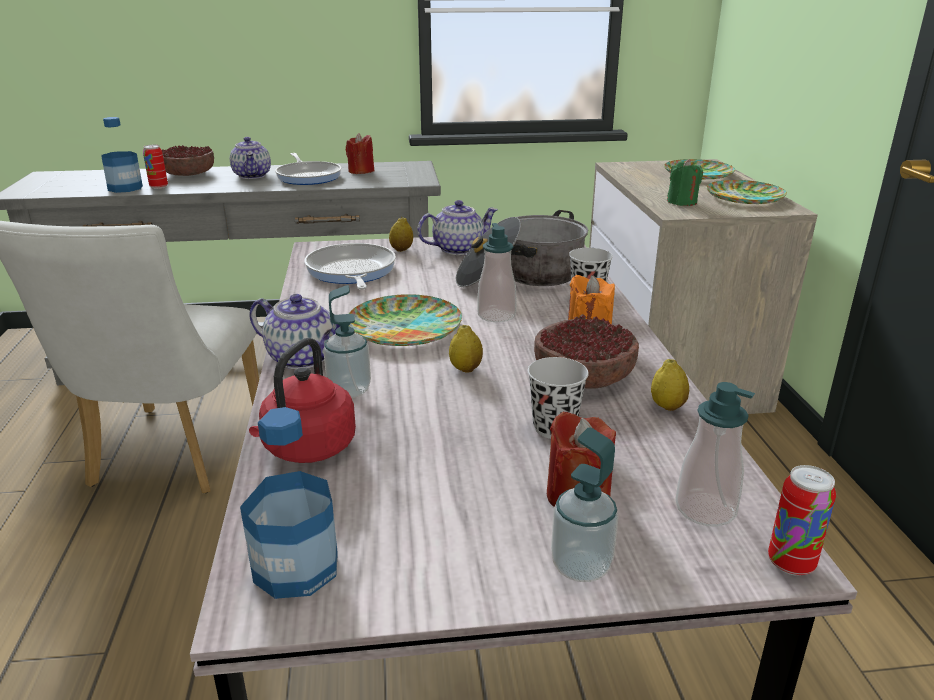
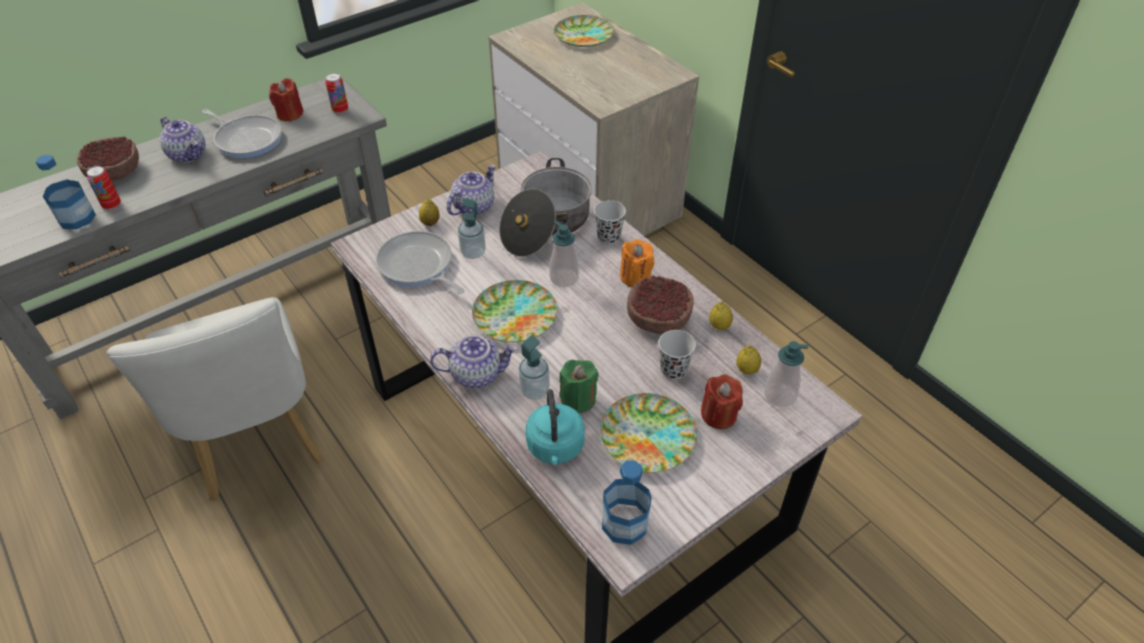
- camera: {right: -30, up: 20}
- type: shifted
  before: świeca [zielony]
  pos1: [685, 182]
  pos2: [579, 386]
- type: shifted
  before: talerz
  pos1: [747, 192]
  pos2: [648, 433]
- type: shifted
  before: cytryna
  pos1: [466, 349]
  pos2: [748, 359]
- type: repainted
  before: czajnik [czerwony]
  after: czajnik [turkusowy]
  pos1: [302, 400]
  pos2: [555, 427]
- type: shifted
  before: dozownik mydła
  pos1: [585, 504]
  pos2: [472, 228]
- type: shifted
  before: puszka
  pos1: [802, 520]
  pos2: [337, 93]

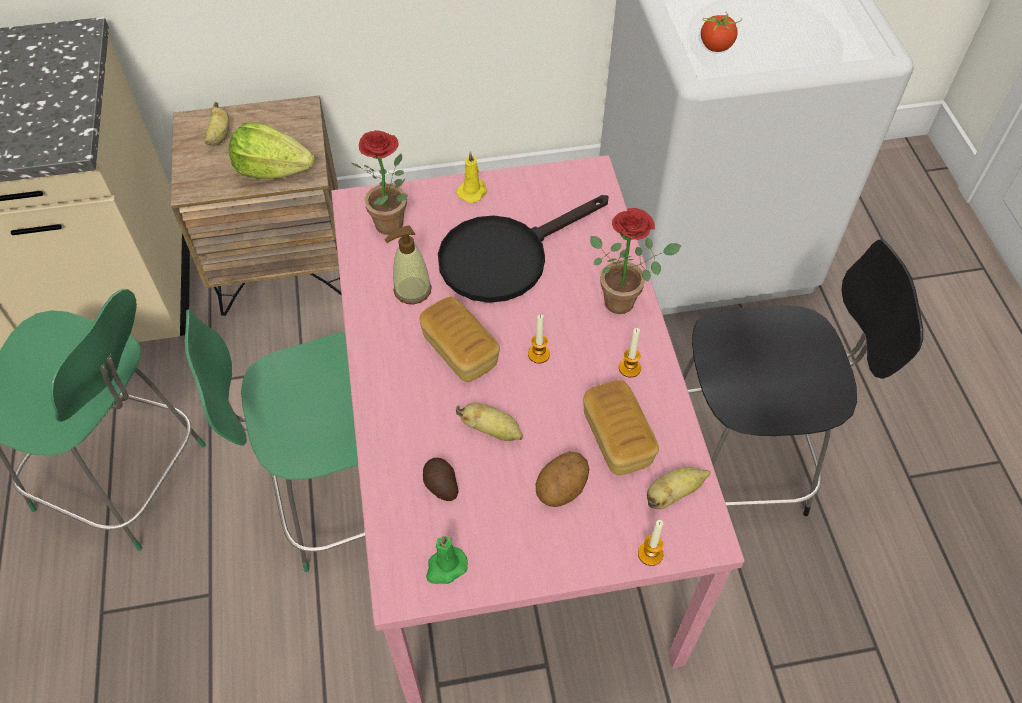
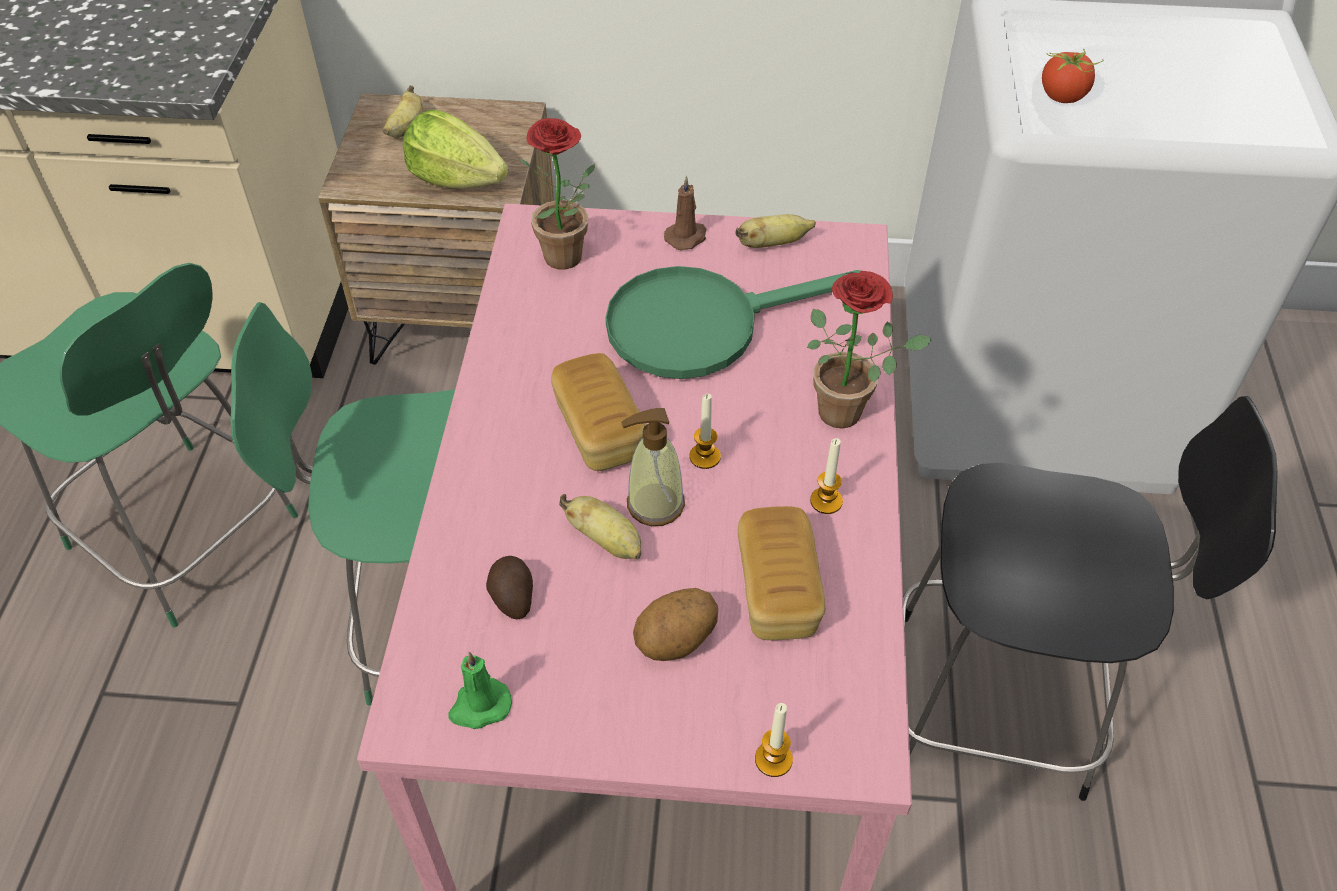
- camera: {right: 15, up: -5}
- type: repainted
  before: świeca [żółty]
  after: świeca [brązowy]
  pos1: [471, 177]
  pos2: [685, 213]
- type: repainted
  before: patelnia [czarny]
  after: patelnia [zielony]
  pos1: [523, 249]
  pos2: [733, 322]
- type: shifted
  before: dozownik mydła
  pos1: [408, 264]
  pos2: [653, 467]
- type: shifted
  before: banan
  pos1: [679, 488]
  pos2: [775, 231]

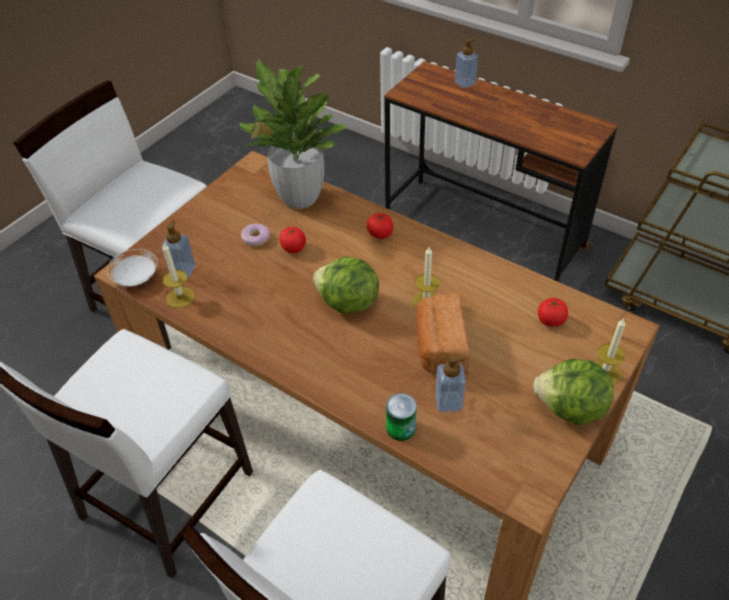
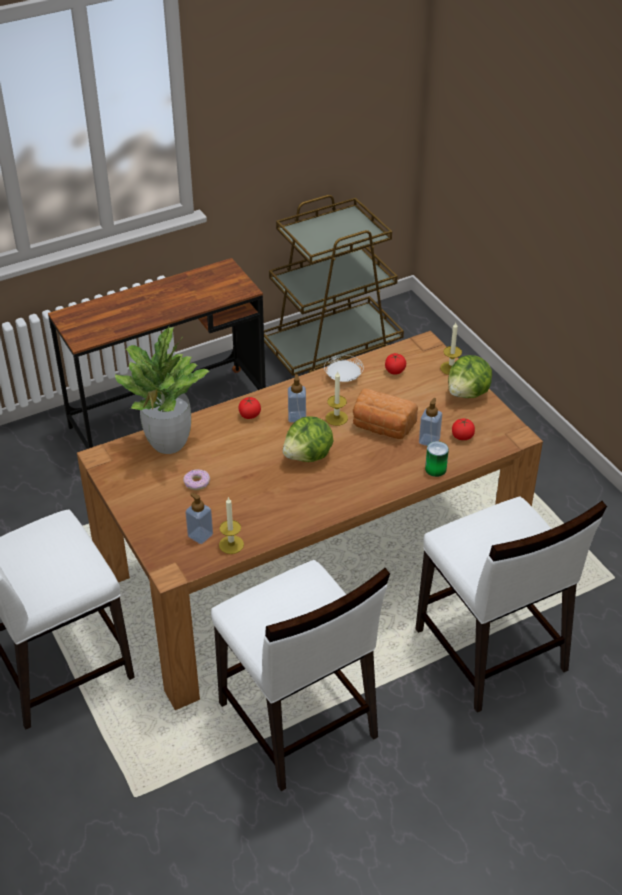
- camera: {right: -65, up: -5}
- type: shifted
  before: dozownik mydła
  pos1: [466, 63]
  pos2: [297, 398]
- type: shifted
  before: pomidor
  pos1: [292, 240]
  pos2: [463, 429]
- type: shifted
  before: talerz [biały]
  pos1: [132, 267]
  pos2: [344, 368]

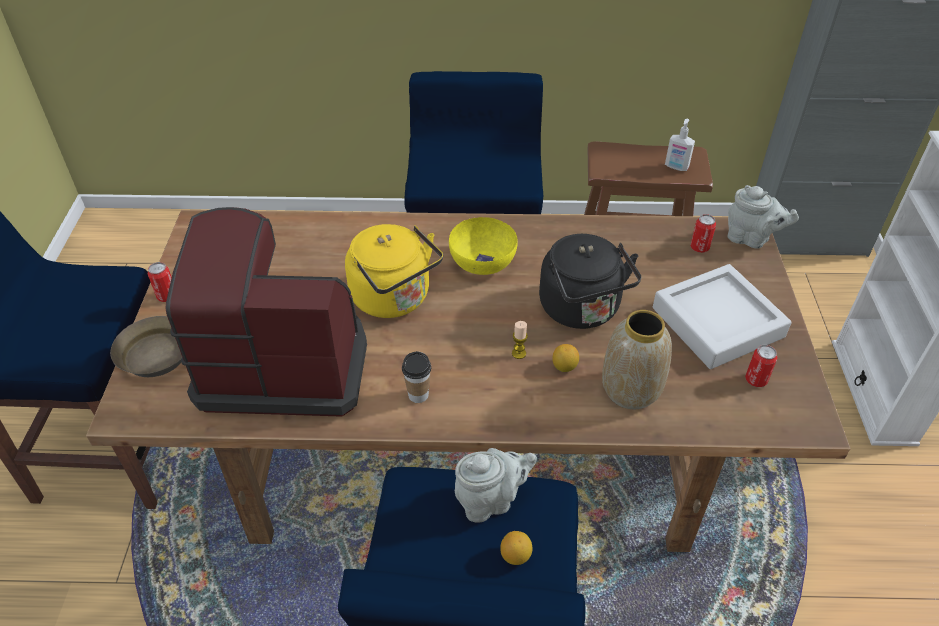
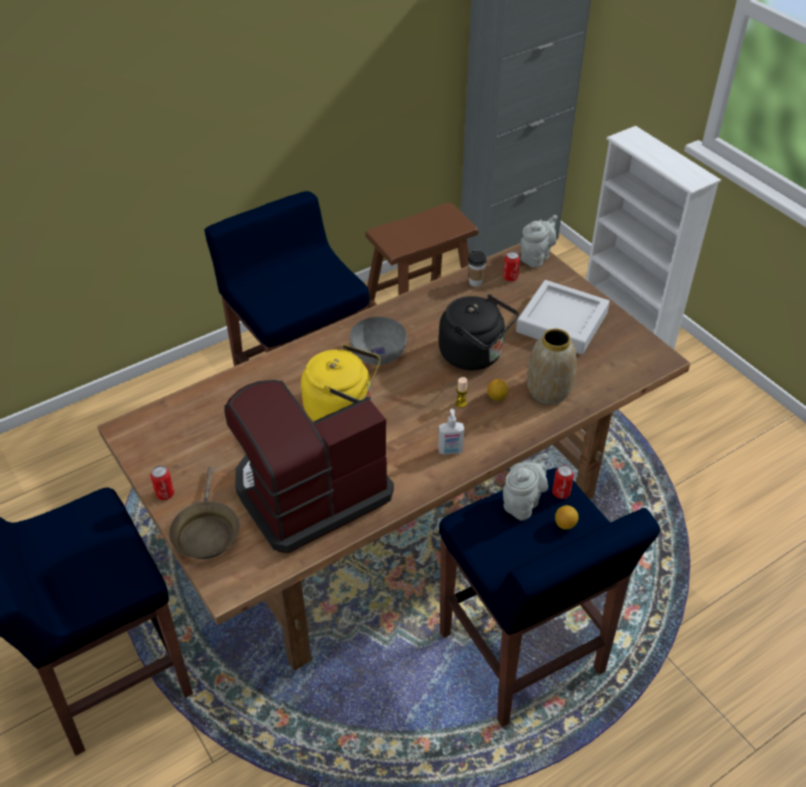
- camera: {right: -35, up: 0}
- type: shifted
  before: dozownik mydła
  pos1: [680, 145]
  pos2: [451, 432]
- type: rotated
  before: imbryk [szary]
  pos1: [763, 217]
  pos2: [538, 241]
  turn: -45
- type: repainted
  before: miska [żółty]
  after: miska [szary]
  pos1: [483, 246]
  pos2: [378, 341]
- type: shifted
  before: puszka
  pos1: [761, 366]
  pos2: [563, 481]
- type: shifted
  before: filiżanka
  pos1: [416, 377]
  pos2: [477, 268]

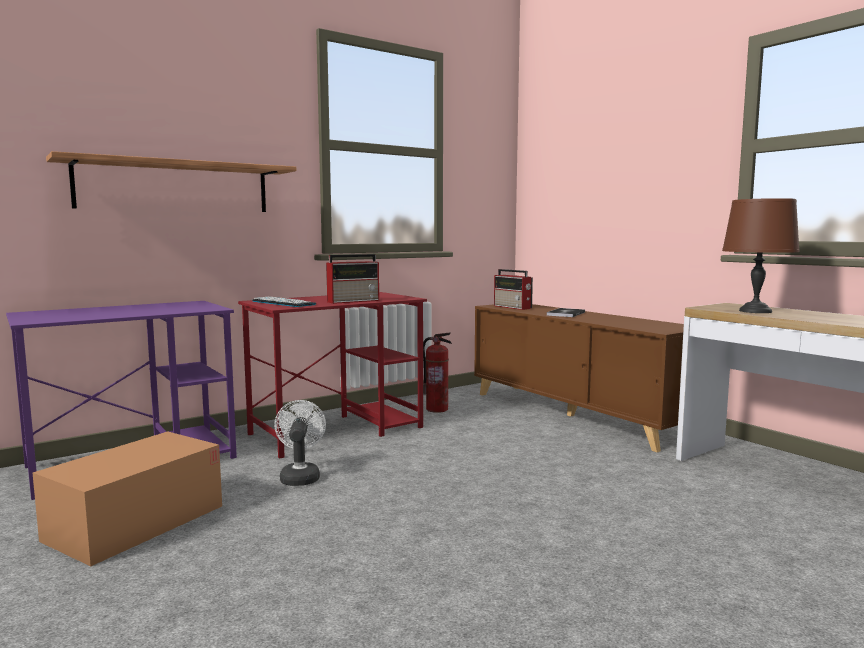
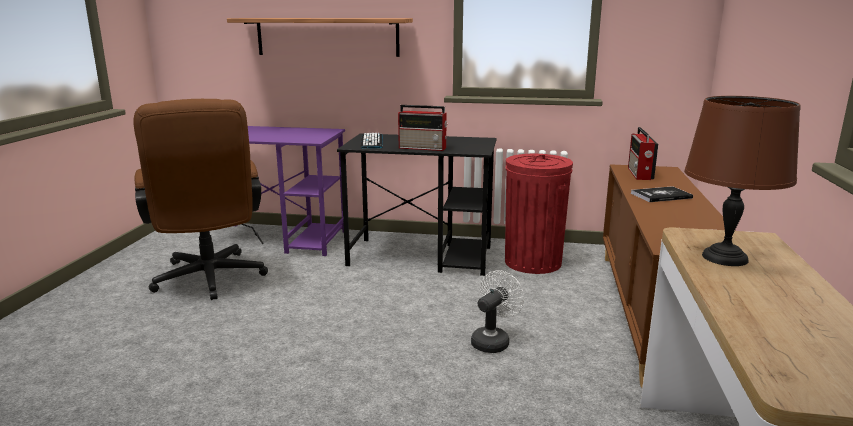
- camera: {right: 45, up: 10}
- type: repainted
  before: biurko [czerwony]
  after: biurko [czarny]
  pos1: [332, 375]
  pos2: [417, 204]
- type: swapped
  before: gaśnica
  after: kosz na śmieci [czerwony]
  pos1: [437, 372]
  pos2: [539, 214]
- type: shifted
  before: wentylator [biały]
  pos1: [300, 443]
  pos2: [497, 311]
- type: swapped
  before: karton
  after: krzesło biurowe [brązowy]
  pos1: [127, 498]
  pos2: [200, 199]

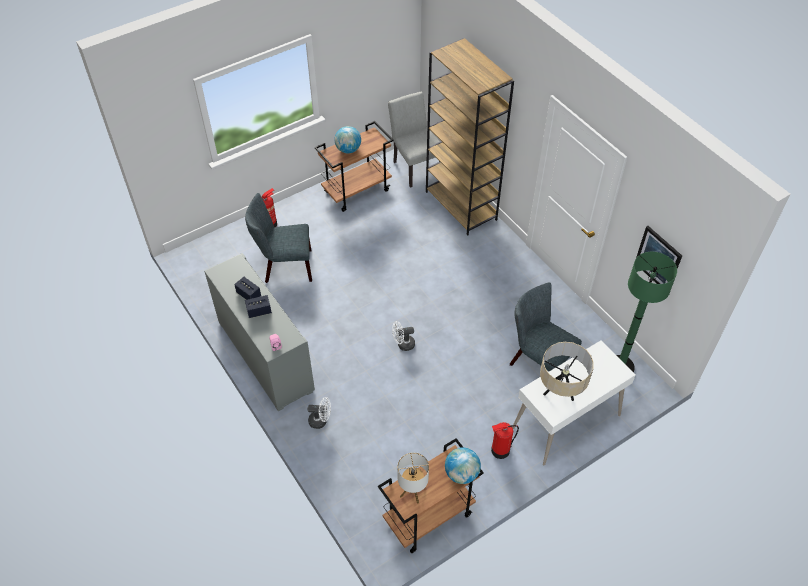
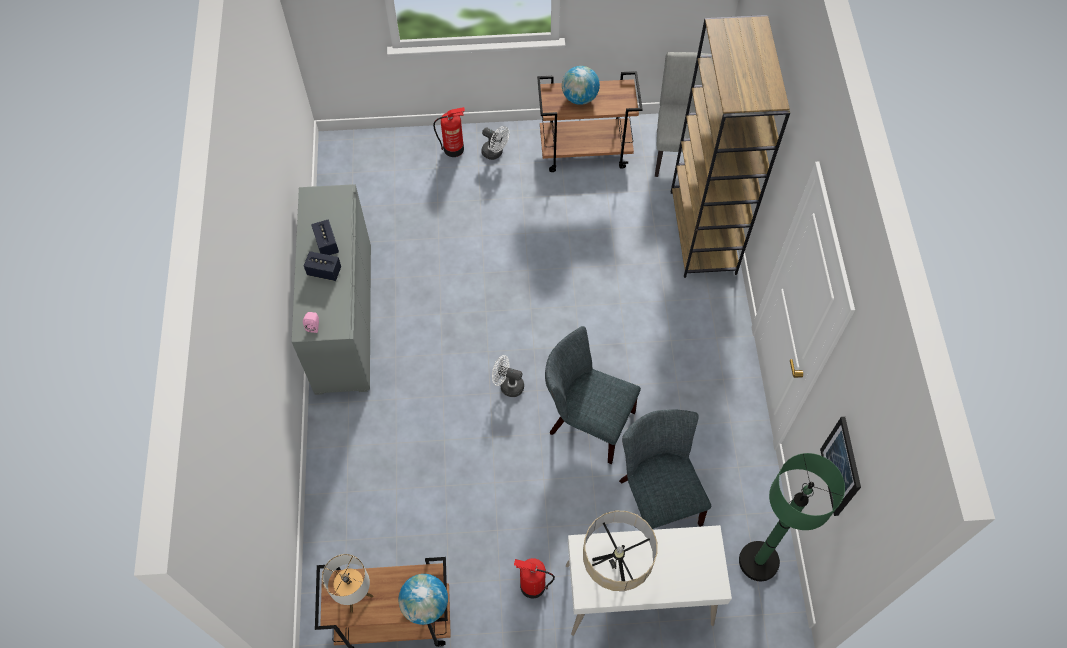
- camera: {right: 30, up: 10}
- type: shifted
  before: krzesło [szary]
  pos1: [278, 238]
  pos2: [593, 395]
- type: shifted
  before: wentylator [biały]
  pos1: [319, 413]
  pos2: [495, 143]

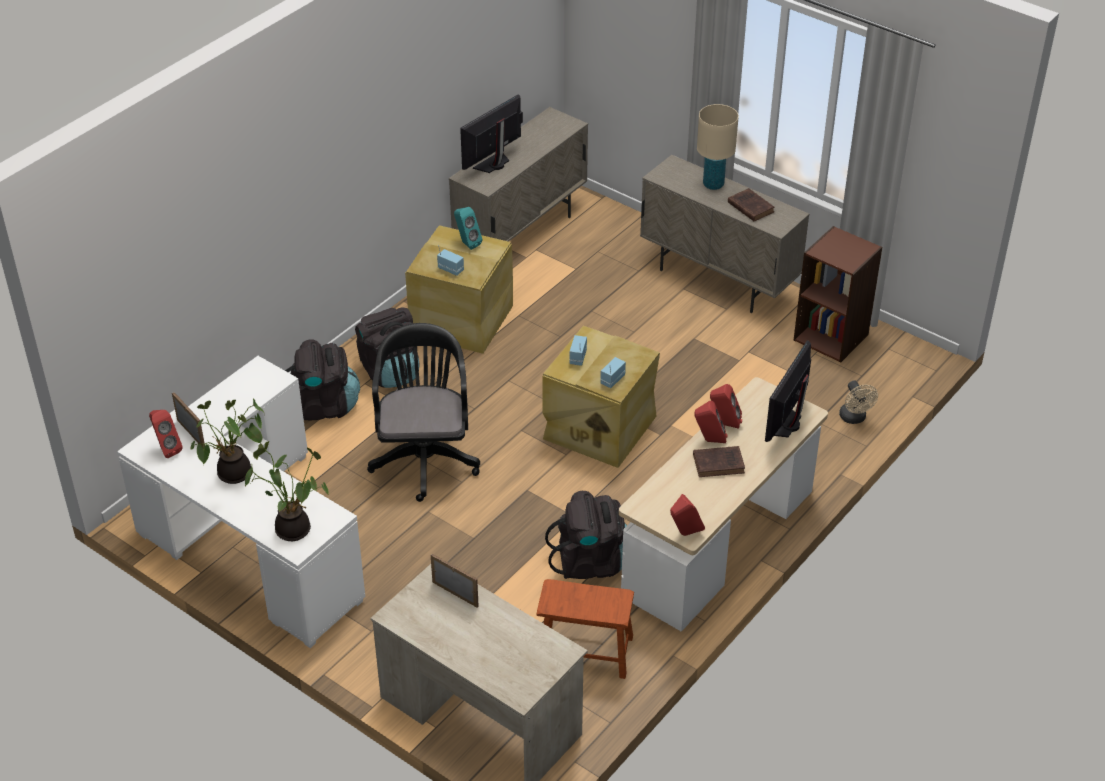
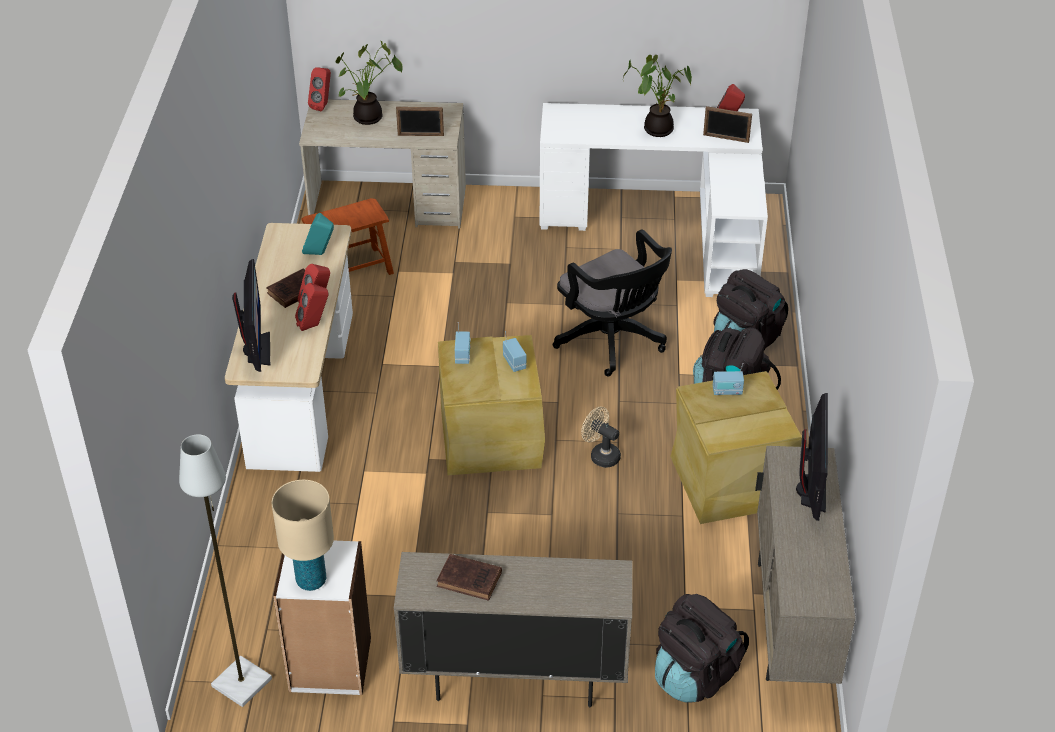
- camera: {right: 145, up: 0}
- type: shifted
  before: lampa stołowa [beżowy]
  pos1: [718, 147]
  pos2: [303, 535]
- type: shifted
  before: głośnik [turkusowy]
  pos1: [468, 228]
  pos2: [318, 234]
- type: repainted
  before: regał [brązowy]
  after: regał [biały]
  pos1: [838, 294]
  pos2: [322, 618]
- type: shifted
  before: wentylator [beżowy]
  pos1: [858, 402]
  pos2: [601, 437]
- type: shifted
  before: roślina doniczkowa
  pos1: [287, 491]
  pos2: [369, 83]
- type: shifted
  before: plecak [czarny]
  pos1: [586, 535]
  pos2: [702, 648]
- type: shifted
  before: głośnik [czerwony]
  pos1: [687, 515]
  pos2: [319, 89]
- type: new
  after: lampa stojąca [szary]
  pos2: [225, 570]

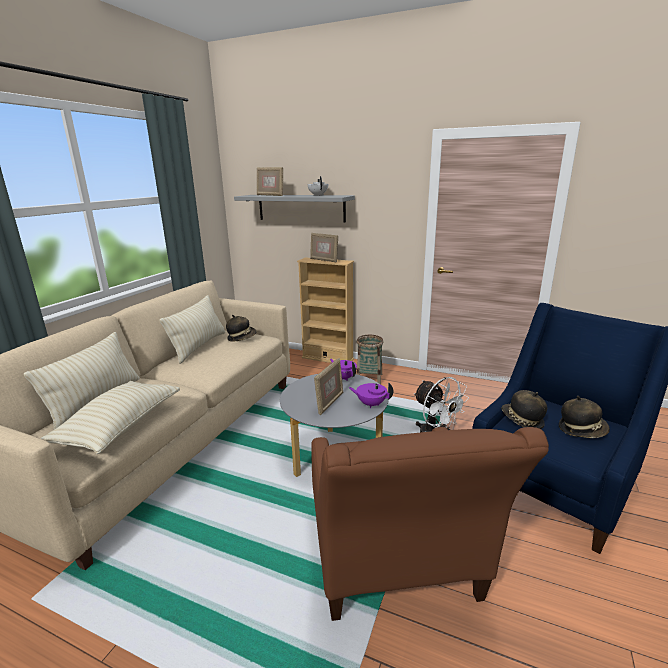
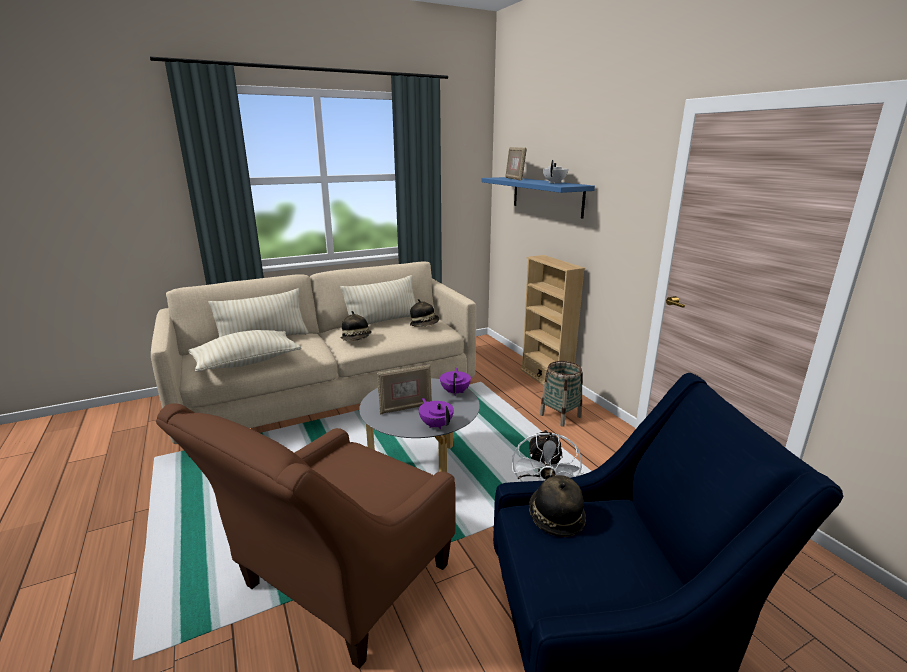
- camera: {right: 40, up: 0}
- type: repainted
  before: półka [szary]
  after: półka [niebieski]
  pos1: [294, 208]
  pos2: [538, 198]
- type: gone
  before: ramka na zdjęcie
  pos1: [324, 247]
- type: shifted
  before: kapelusz
  pos1: [584, 417]
  pos2: [356, 326]

